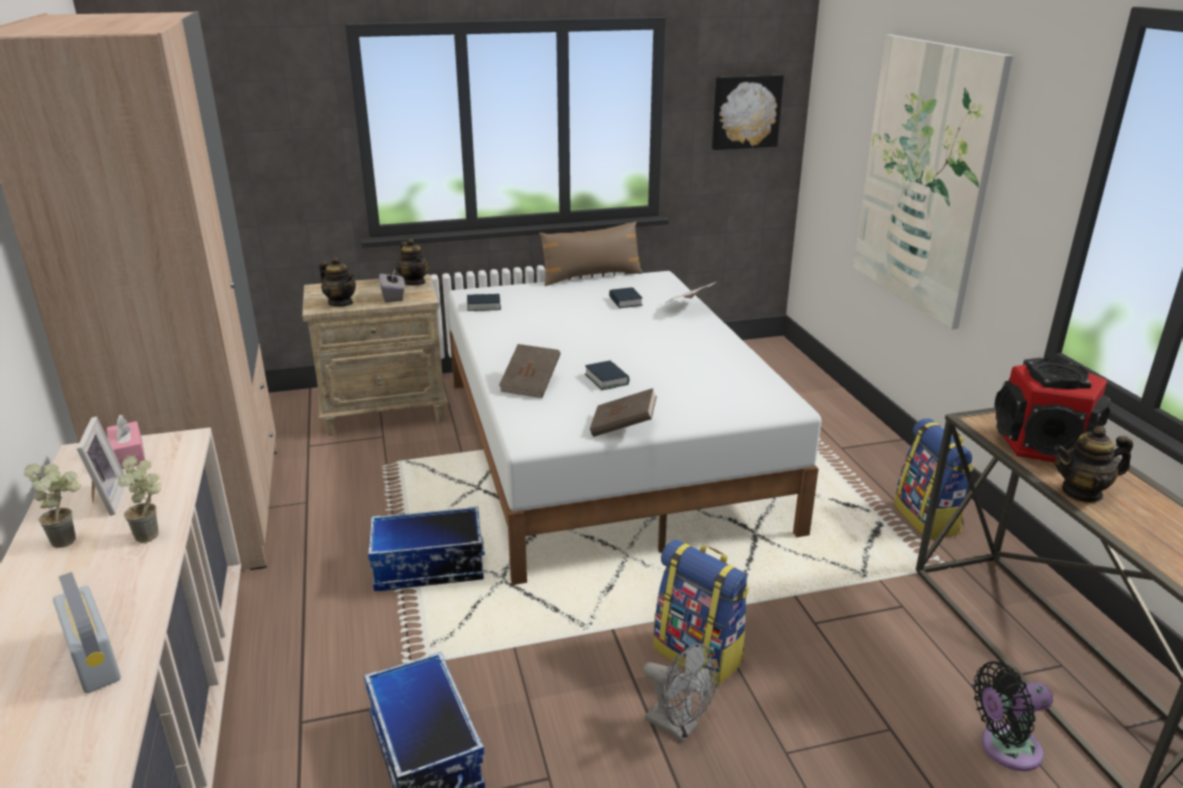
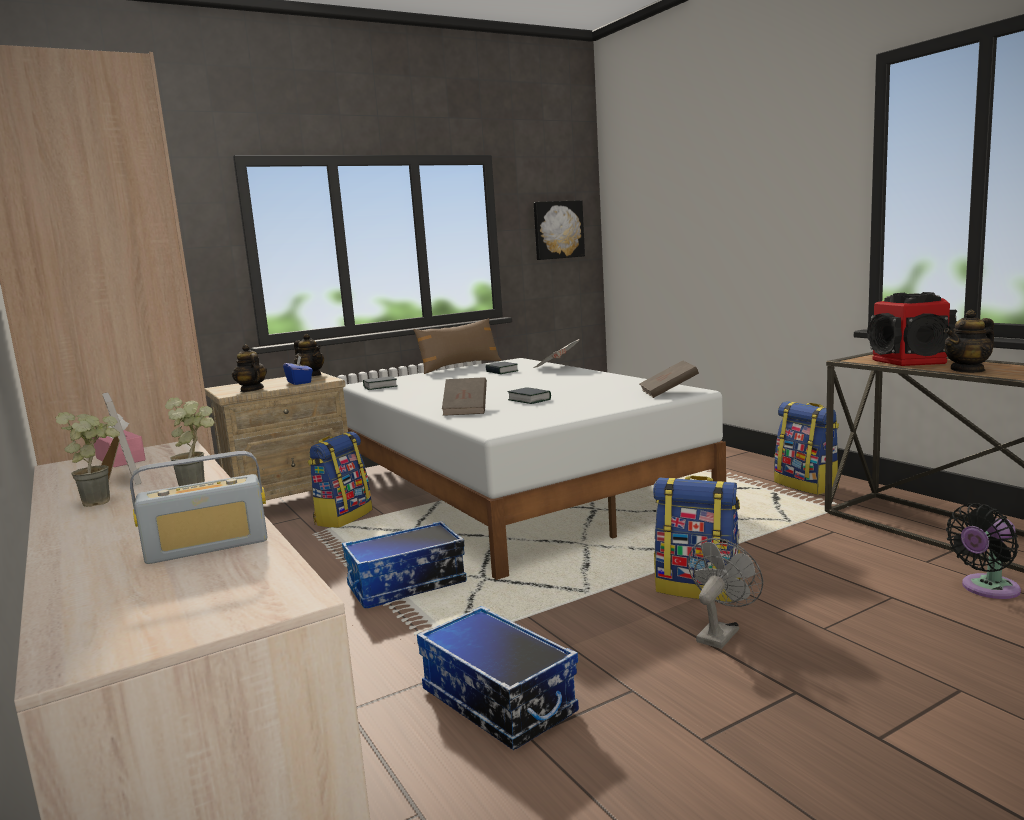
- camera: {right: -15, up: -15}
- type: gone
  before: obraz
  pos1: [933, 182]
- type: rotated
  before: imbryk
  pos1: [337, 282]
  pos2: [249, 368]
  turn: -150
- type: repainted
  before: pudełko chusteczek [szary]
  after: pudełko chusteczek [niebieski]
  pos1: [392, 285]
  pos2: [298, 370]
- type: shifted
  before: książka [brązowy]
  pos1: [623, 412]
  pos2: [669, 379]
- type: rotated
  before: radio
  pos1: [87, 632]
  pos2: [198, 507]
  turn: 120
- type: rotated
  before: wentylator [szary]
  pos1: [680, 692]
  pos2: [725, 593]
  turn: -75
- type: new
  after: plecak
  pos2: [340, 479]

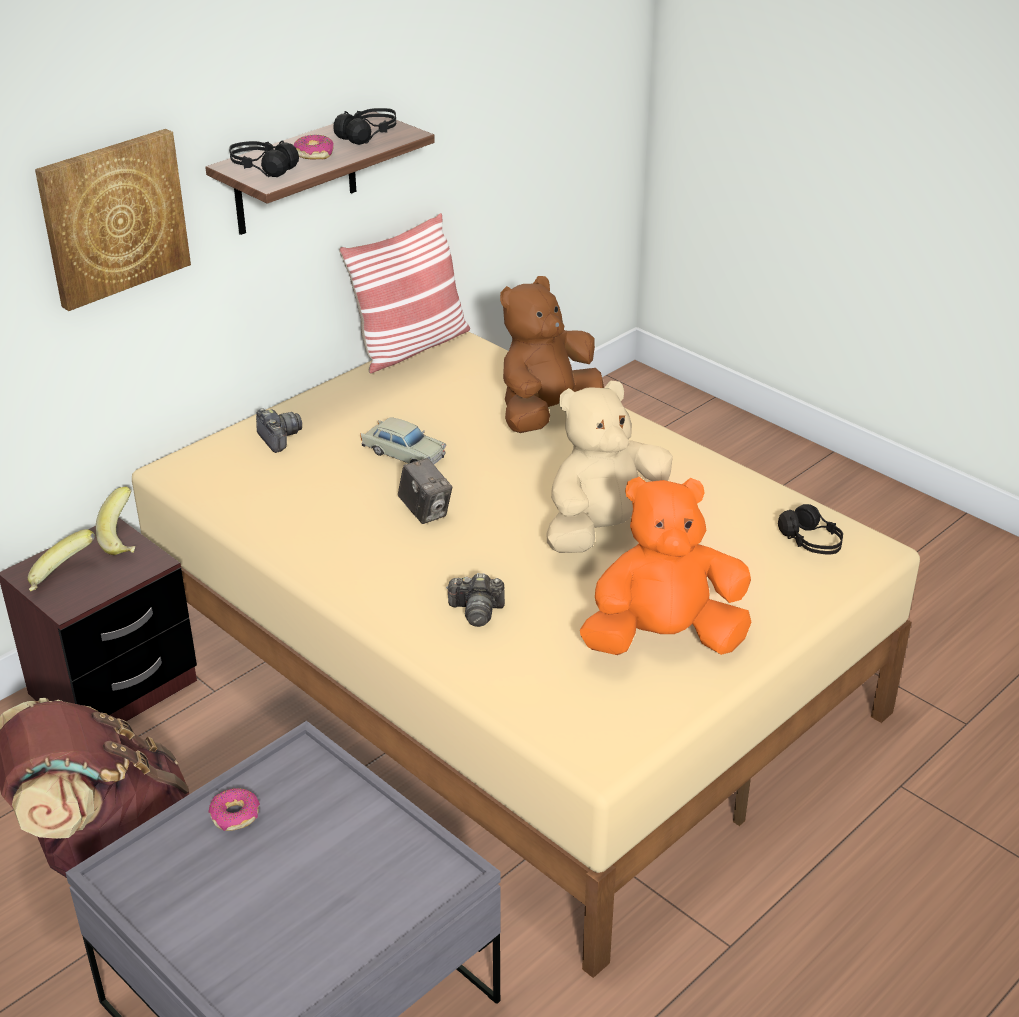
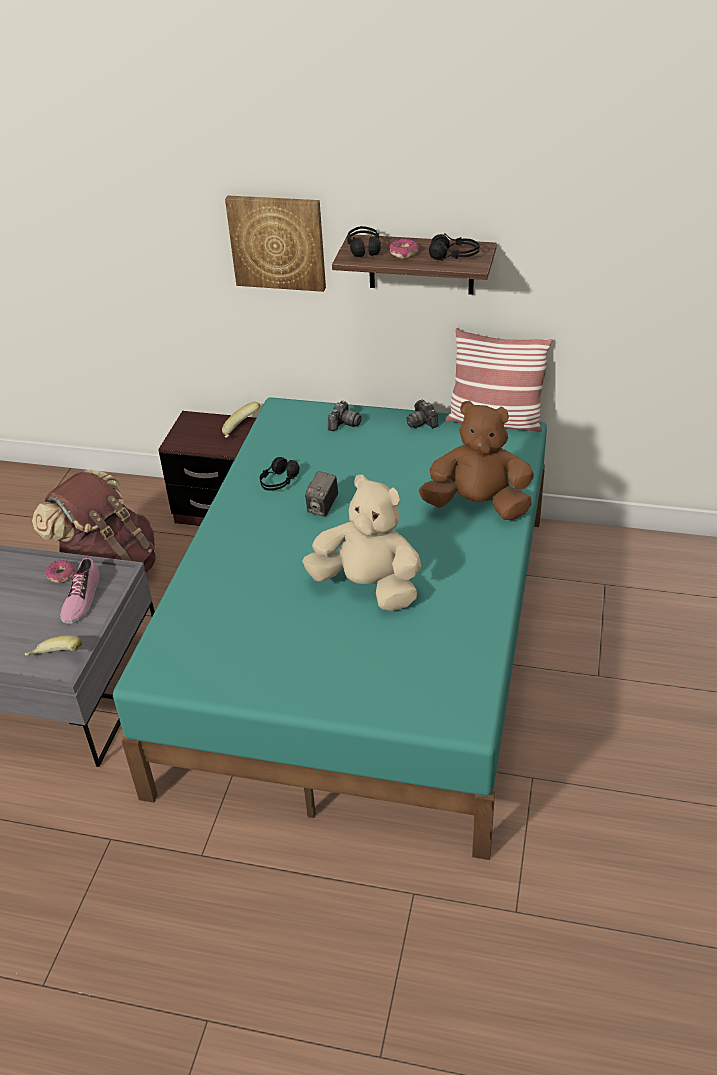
- camera: {right: 60, up: 5}
- type: repainted
  before: łóżko [beżowy]
  after: łóżko [turkusowy]
  pos1: [526, 654]
  pos2: [330, 628]
- type: gone
  before: samochodzik [beżowy]
  pos1: [403, 440]
- type: gone
  before: pluszak [pomarańczowy]
  pos1: [665, 566]
- type: shifted
  before: słuchawki [czarny]
  pos1: [810, 529]
  pos2: [279, 474]
- type: shifted
  before: banan
  pos1: [61, 560]
  pos2: [53, 645]
- type: shifted
  before: aparat fotograficzny
  pos1: [475, 600]
  pos2: [422, 414]
- type: new
  after: but
  pos2: [79, 590]

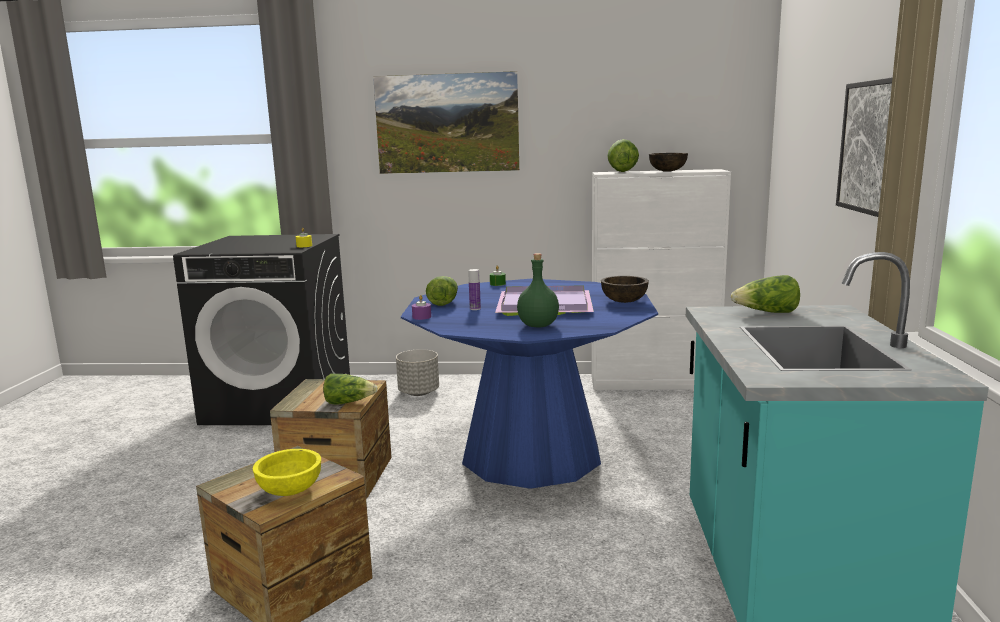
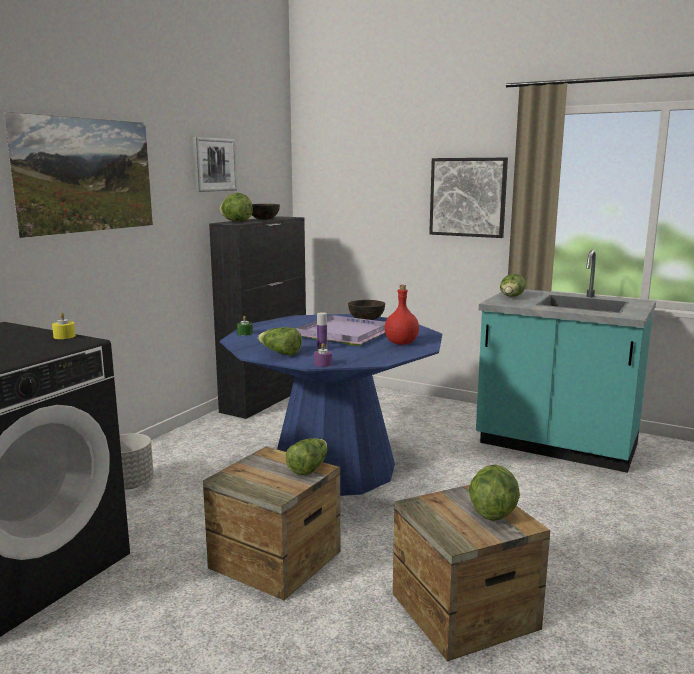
- camera: {right: -65, up: 0}
- type: repainted
  before: szafka [biały]
  after: szafka [czarny]
  pos1: [661, 279]
  pos2: [257, 317]
- type: repainted
  before: butelka [zielony]
  after: butelka [czerwony]
  pos1: [538, 290]
  pos2: [402, 315]
- type: swapped
  before: miska [żółty]
  after: sałata
  pos1: [287, 472]
  pos2: [494, 492]
- type: new
  after: obraz
  pos2: [215, 164]

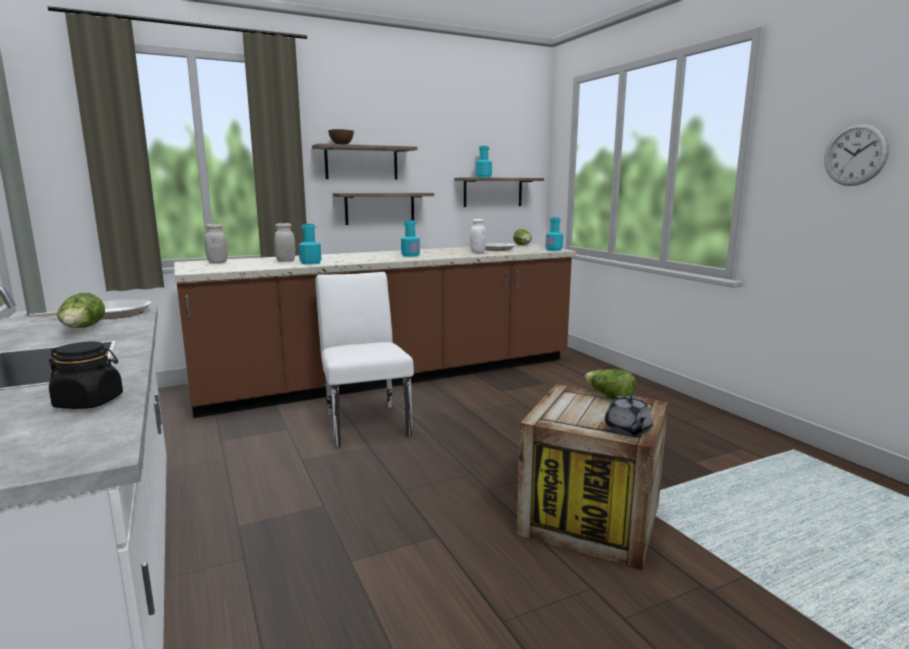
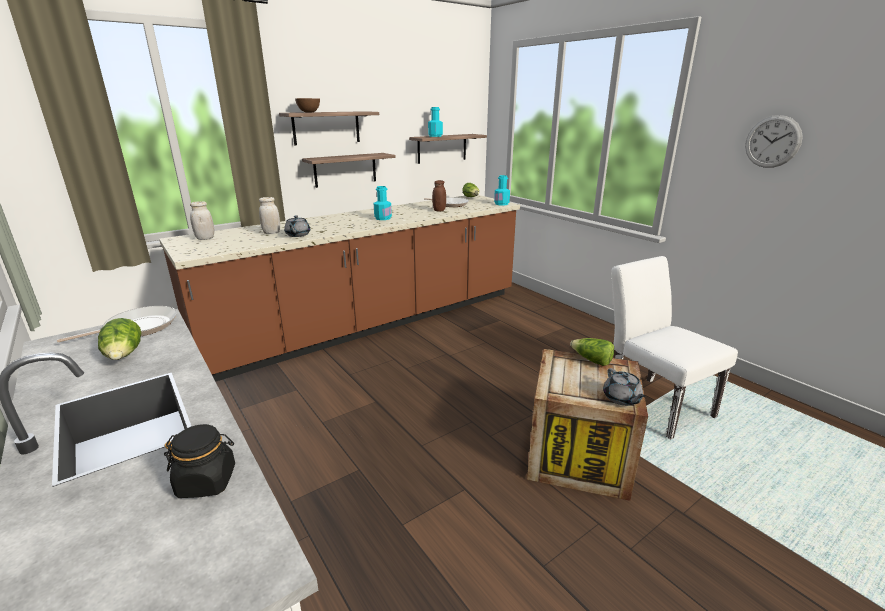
- camera: {right: -10, up: 10}
- type: repainted
  before: słoik [biały]
  after: słoik [brązowy]
  pos1: [478, 236]
  pos2: [439, 195]
- type: swapped
  before: butelka [turkusowy]
  after: imbryk [szary]
  pos1: [310, 244]
  pos2: [297, 226]
- type: shifted
  before: krzesło [biały]
  pos1: [364, 359]
  pos2: [674, 348]

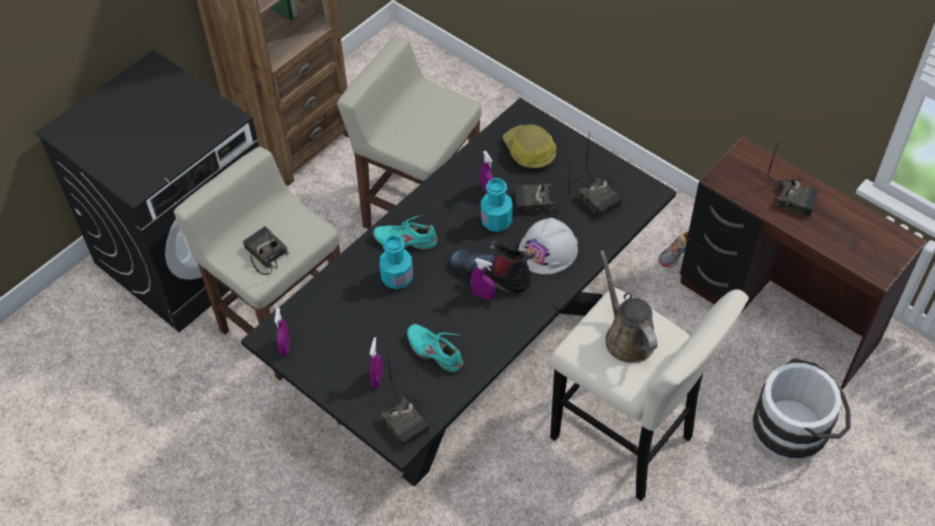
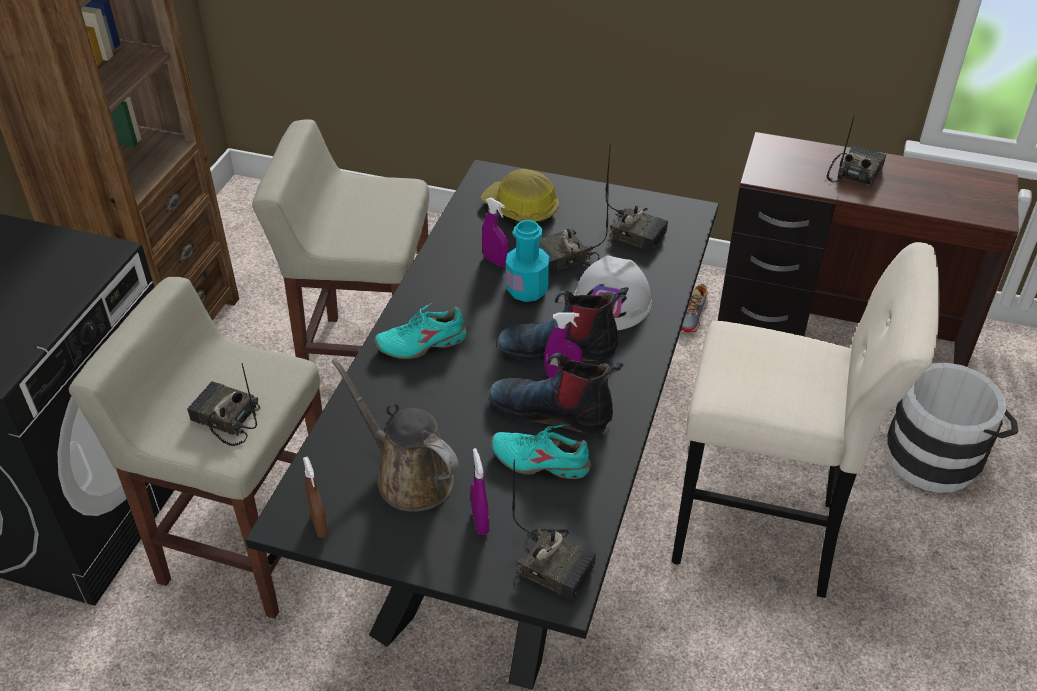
- camera: {right: -25, up: -10}
- type: rotated
  before: radio
  pos1: [793, 178]
  pos2: [856, 151]
  turn: -60
- type: gone
  before: butelka [turkusowy]
  pos1: [396, 262]
- type: shifted
  before: konewka [brązowy]
  pos1: [628, 306]
  pos2: [395, 435]
- type: repainted
  before: spryskiwacz [fioletowy]
  after: spryskiwacz [brązowy]
  pos1: [282, 332]
  pos2: [316, 497]
- type: new
  after: but z cholewką
  pos2: [555, 393]

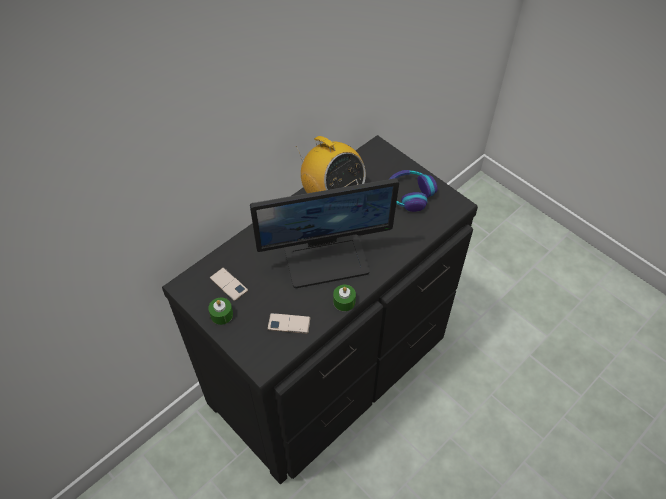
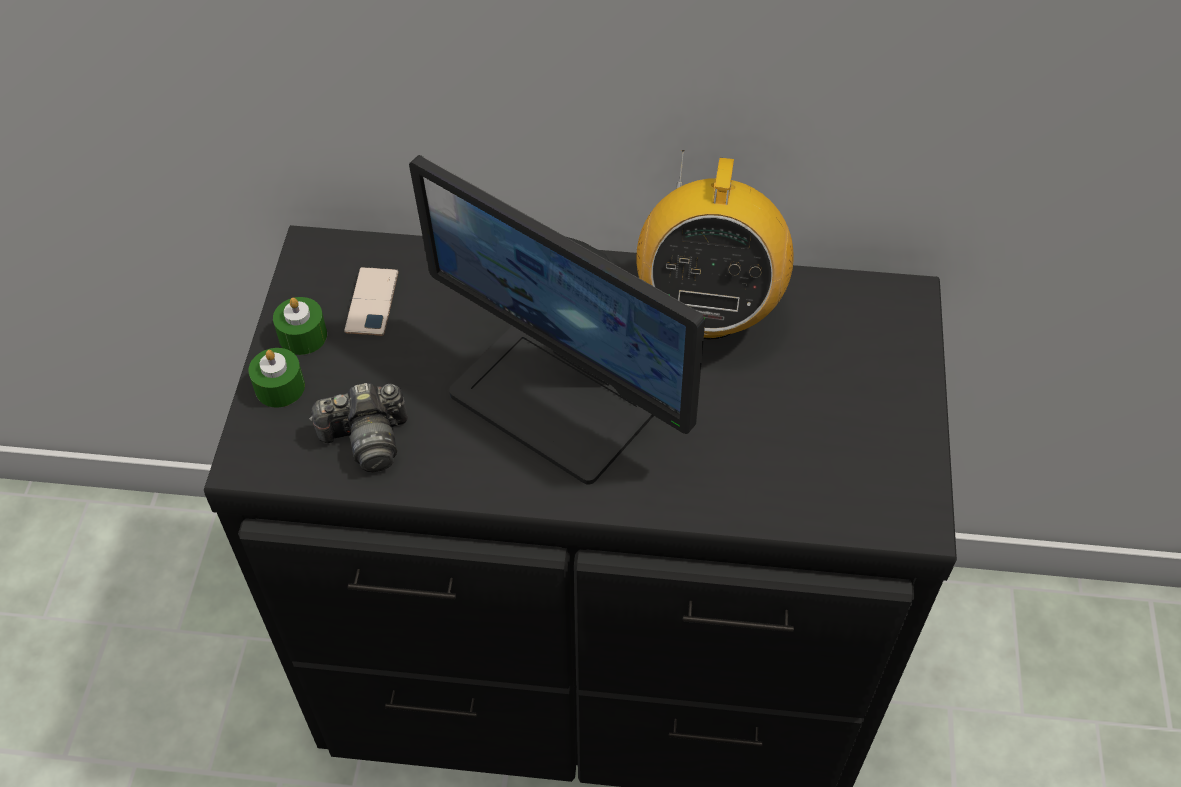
- camera: {right: 50, up: 0}
- type: gone
  before: słuchawki
  pos1: [413, 191]
- type: shifted
  before: świeca [zielony]
  pos1: [344, 298]
  pos2: [277, 378]
- type: swapped
  before: telefon
  after: aparat fotograficzny
  pos1: [288, 323]
  pos2: [358, 427]

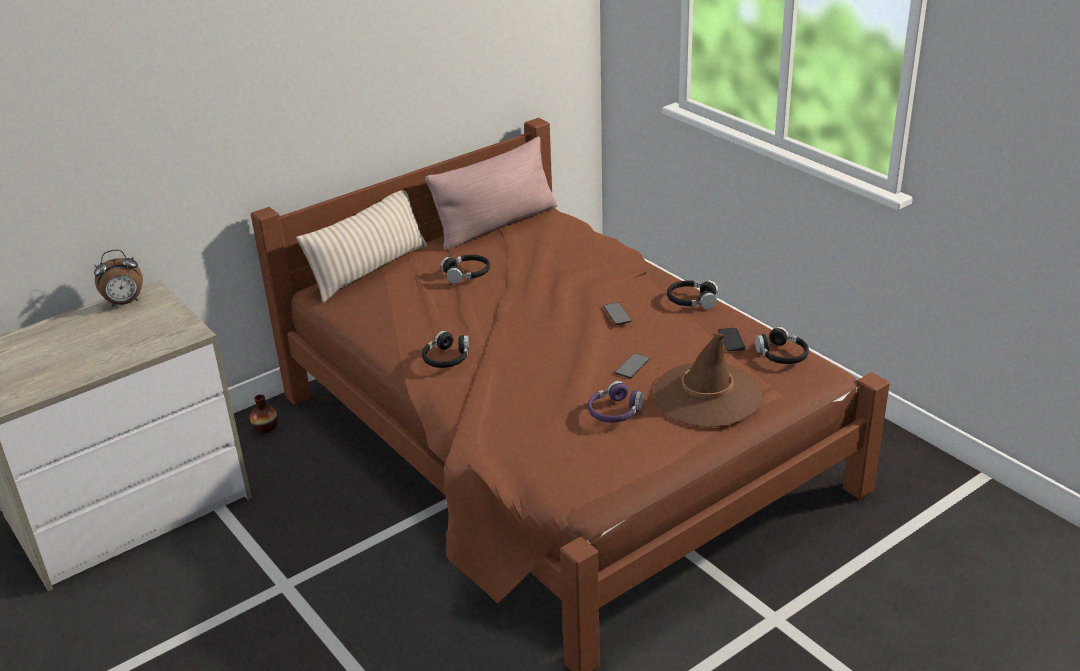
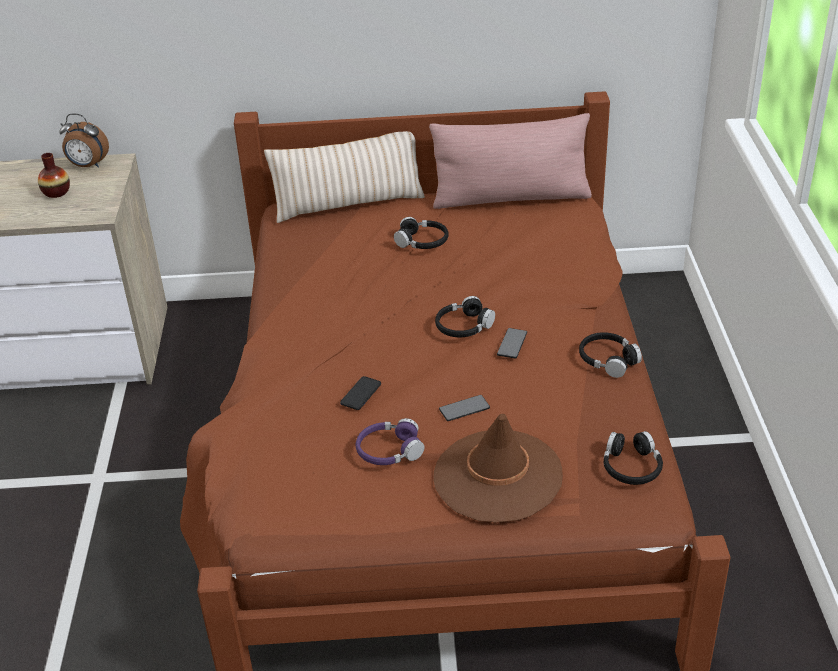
- camera: {right: 35, up: 5}
- type: shifted
  before: telefon
  pos1: [732, 339]
  pos2: [360, 393]
- type: shifted
  before: słuchawki [czarny]
  pos1: [445, 349]
  pos2: [465, 316]
- type: shifted
  before: wazon
  pos1: [264, 413]
  pos2: [54, 175]

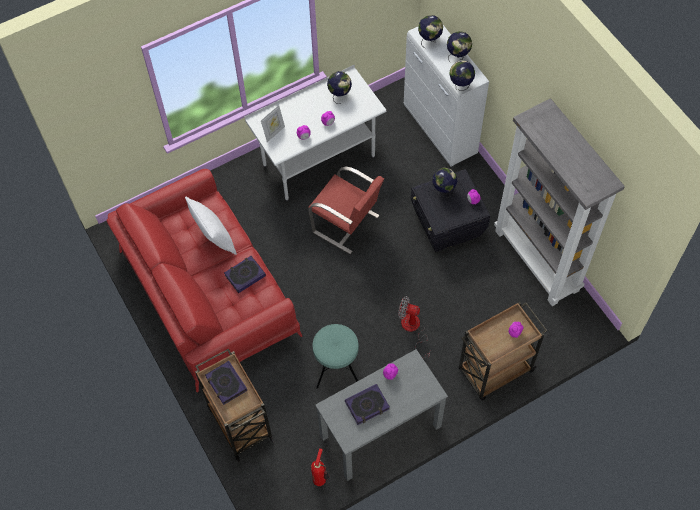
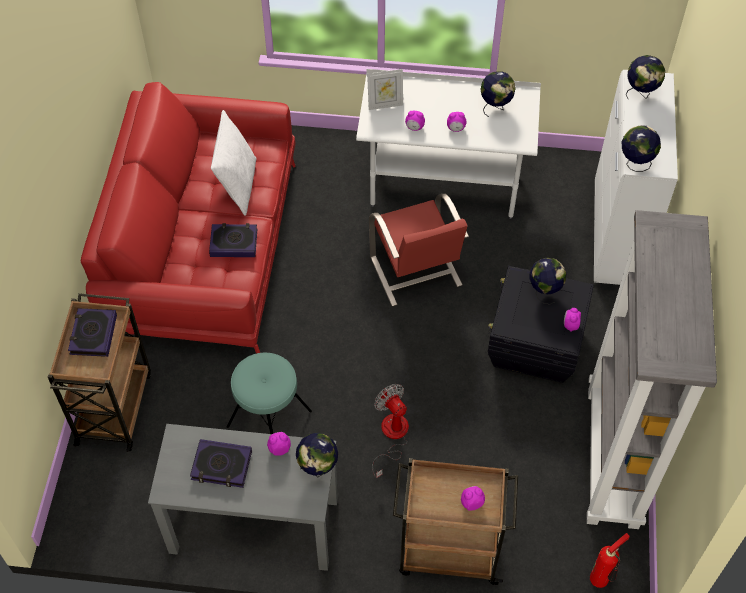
- camera: {right: 35, up: -5}
- type: shifted
  before: globus
  pos1: [459, 46]
  pos2: [317, 455]
- type: shifted
  before: gaśnica
  pos1: [320, 467]
  pos2: [610, 560]

